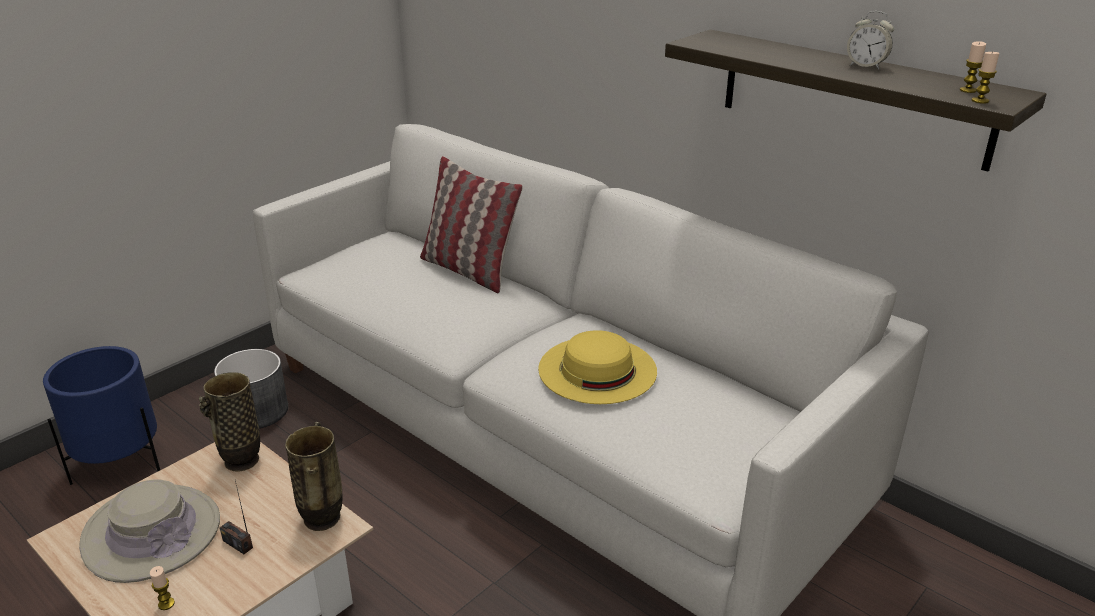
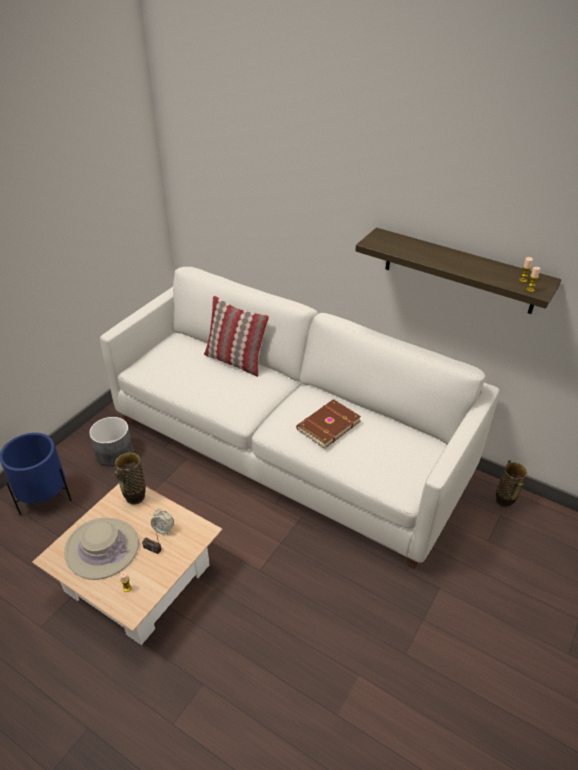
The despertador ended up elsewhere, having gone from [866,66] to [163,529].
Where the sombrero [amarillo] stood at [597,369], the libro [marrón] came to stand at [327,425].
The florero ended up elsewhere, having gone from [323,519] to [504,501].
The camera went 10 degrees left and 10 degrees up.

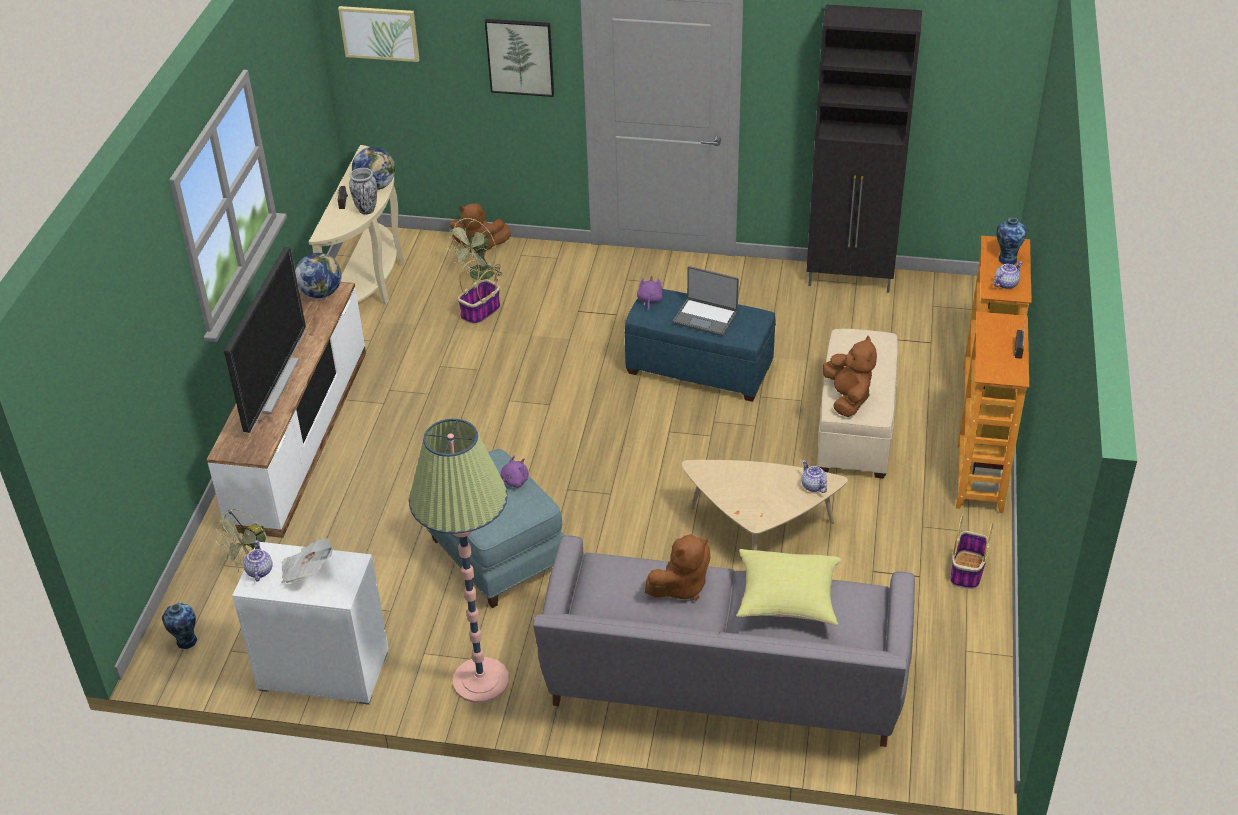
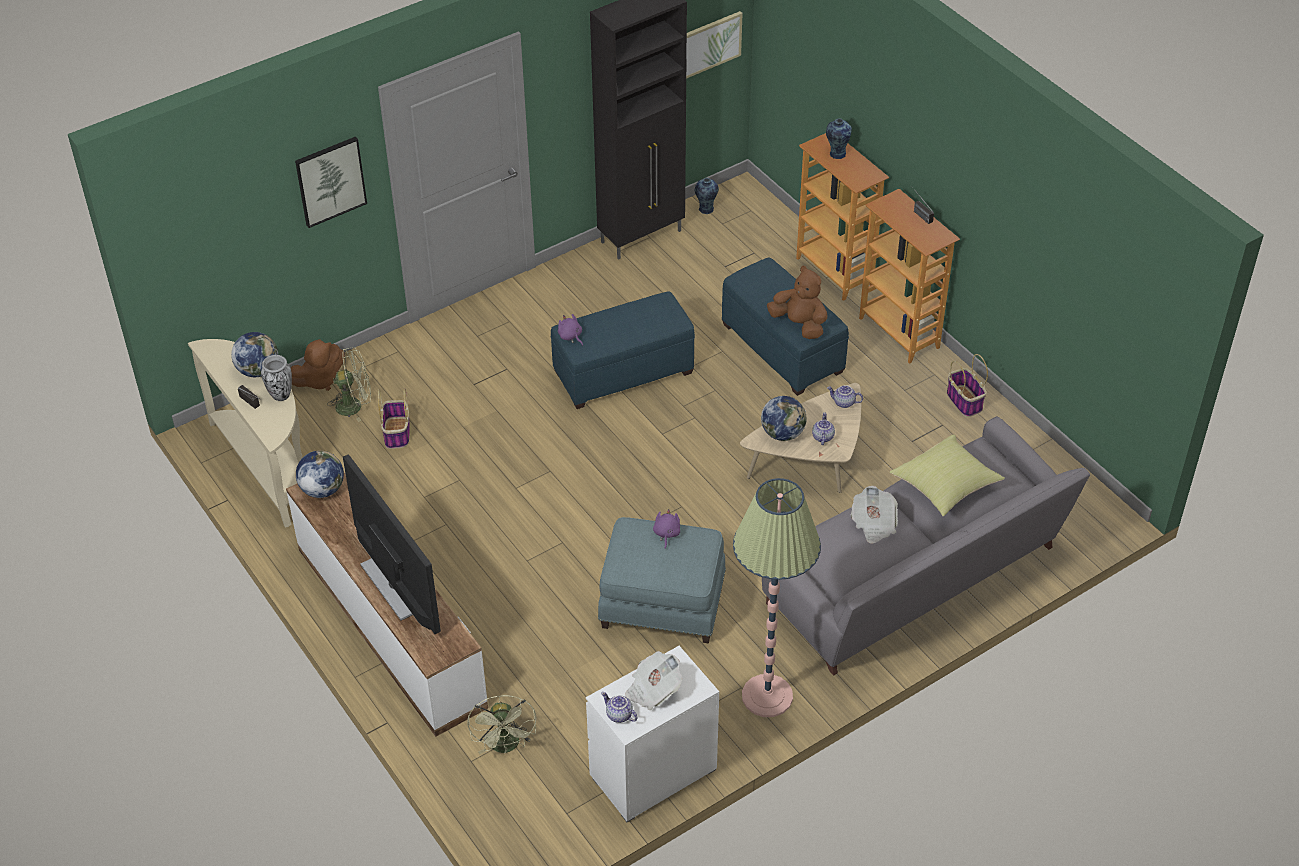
The ventilador [verde] at [479,276] ended up facing another way, 90 degrees counterclockwise from before.
The cuadro ended up elsewhere, having gone from [379,33] to [710,44].
The florero ended up elsewhere, having gone from [185,641] to [706,209].
What was the puf [beis] at [856,429] turned into the puf [azul] at [783,348].
The second view gained the globo terráqueo at [783,433].
The tetera ended up elsewhere, having gone from [1005,283] to [822,437].
Where the peluche [marrón] stood at [681,586], the periódico came to stand at [873,524].
The second view lost the portátil at [705,317].
The camera went 45 degrees left and 5 degrees up.

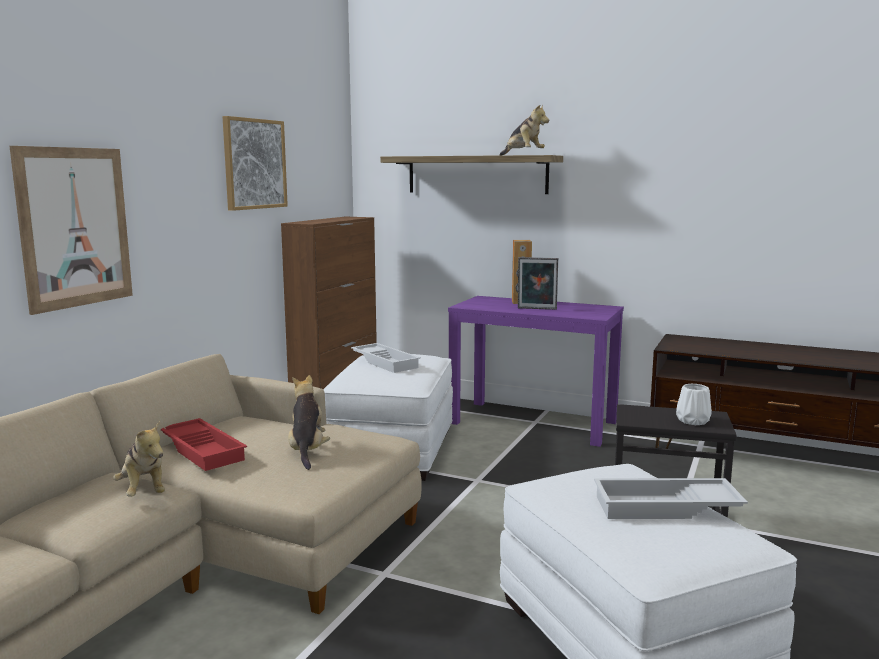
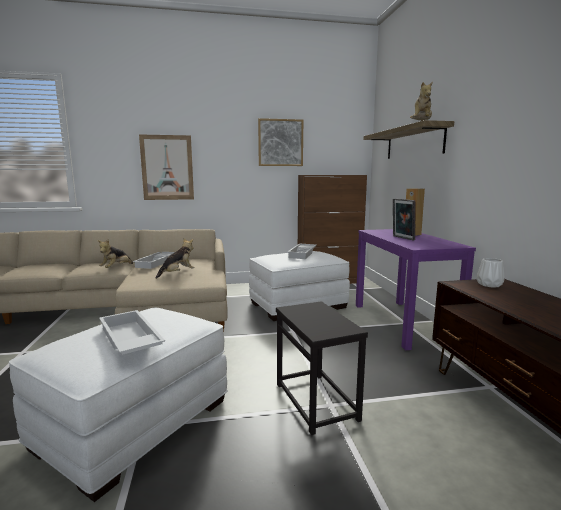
What was the bandeja [rojo] at [204,450] turned into the bandeja [blanco] at [156,263].
The florero [blanco] ended up elsewhere, having gone from [692,420] to [489,284].
The camera went 55 degrees right and 0 degrees up.

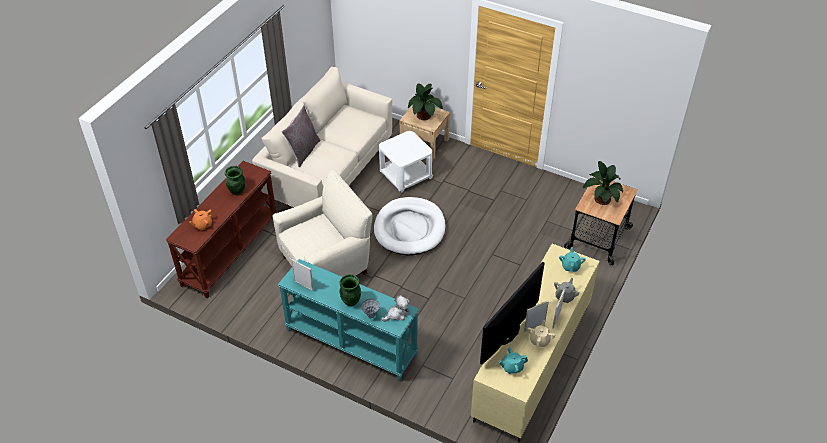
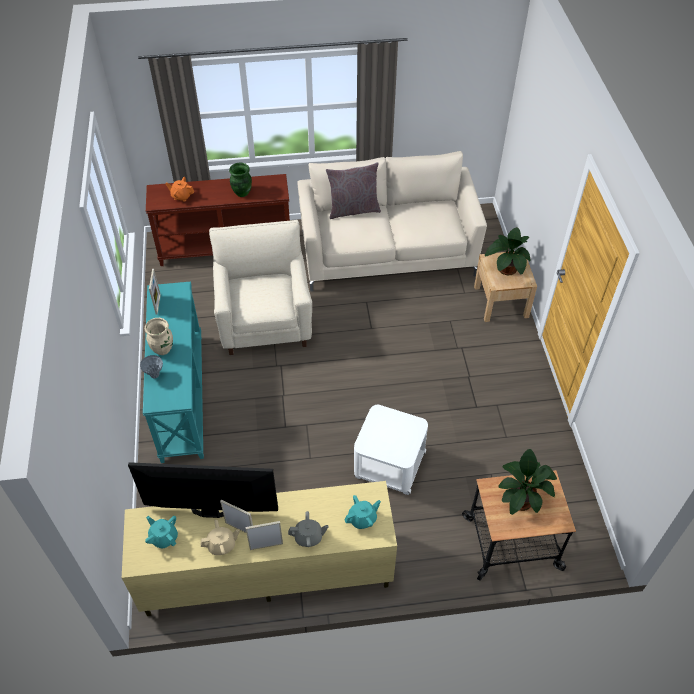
What was the florero [verde] at [351,301] turned into the florero [beis] at [163,349].
The sillón [beis] at [327,264] ended up facing another way, 120 degrees counterclockwise from before.
The mesa auxiliar [blanco] ended up elsewhere, having gone from [405,175] to [389,464].
The second view lost the cama para perro [blanco] at [409,229].
The second view lost the peluche at [397,314].
The camera went 55 degrees right and 5 degrees up.

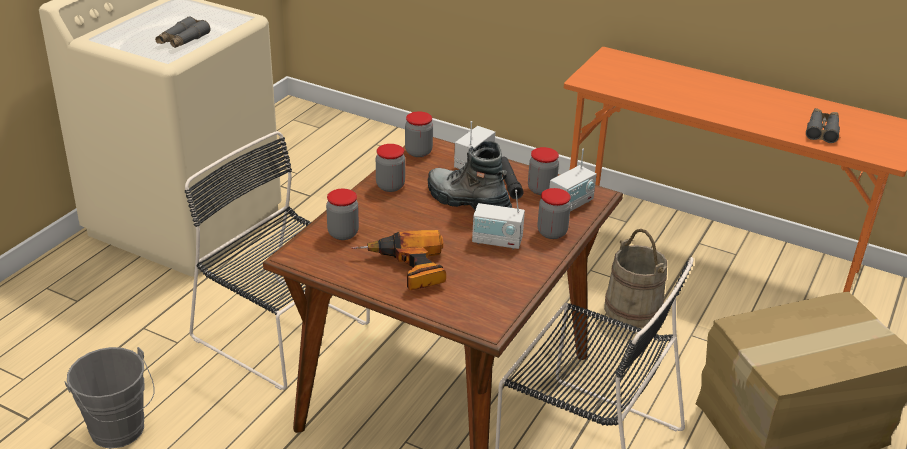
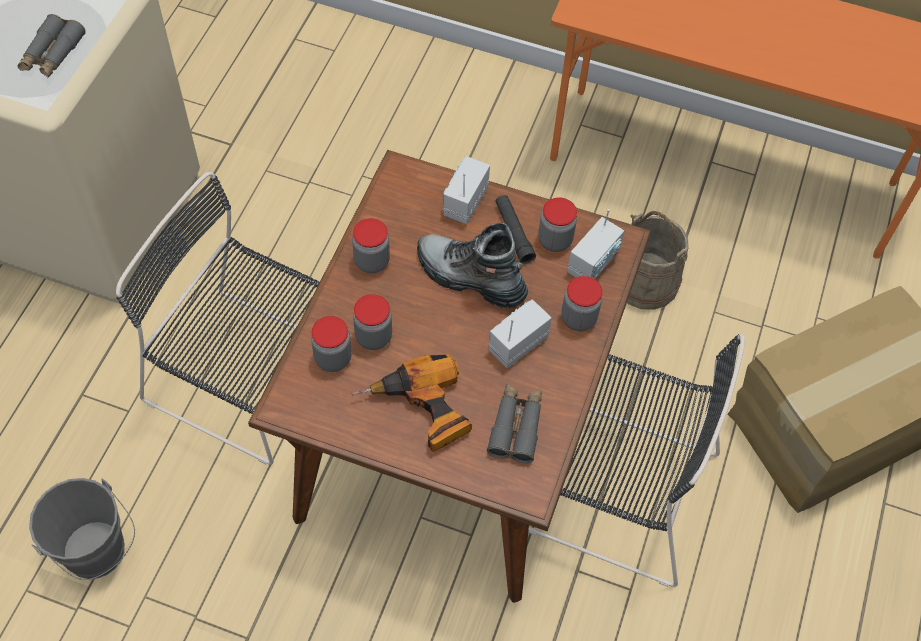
The tarro ended up elsewhere, having gone from [418,152] to [373,337].
The prismáticos [gris] ended up elsewhere, having gone from [822,130] to [516,427].
The radio at [497,241] ended up facing another way, 135 degrees clockwise from before.
The camera went 10 degrees left and 25 degrees up.

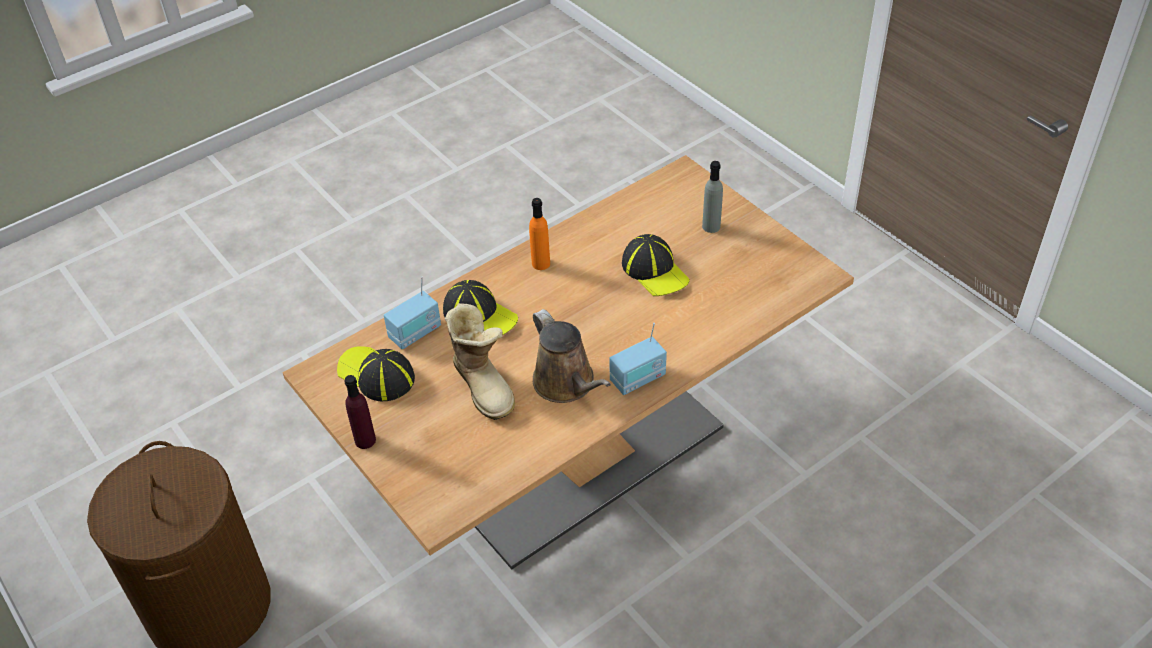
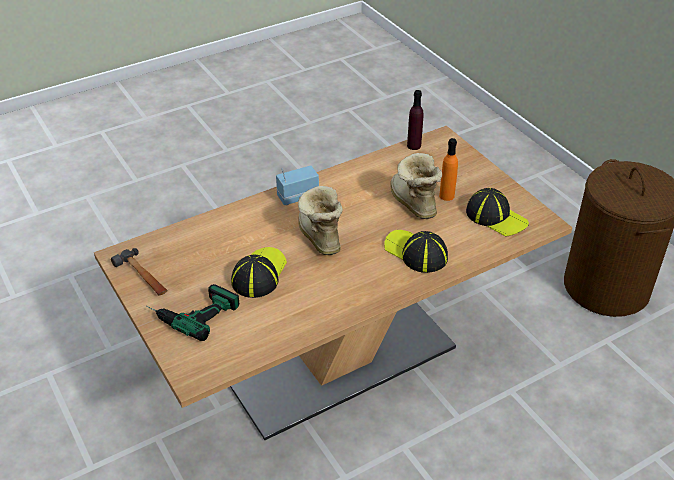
The second view gained the martillo at [142,277].
Where the botella [gris] stood at [711,226], the taladro came to stand at [191,311].
The gorra at [655,271] ended up facing another way, 45 degrees clockwise from before.
The second view gained the bota at [318,237].
The botella [morado] ended up elsewhere, having gone from [365,440] to [414,146].
The botella [naranja] ended up elsewhere, having gone from [541,263] to [446,196].
The second view lost the radio at [415,333].
The second view lost the regadera [marrón] at [567,384].
The camera went 175 degrees left and 5 degrees down.

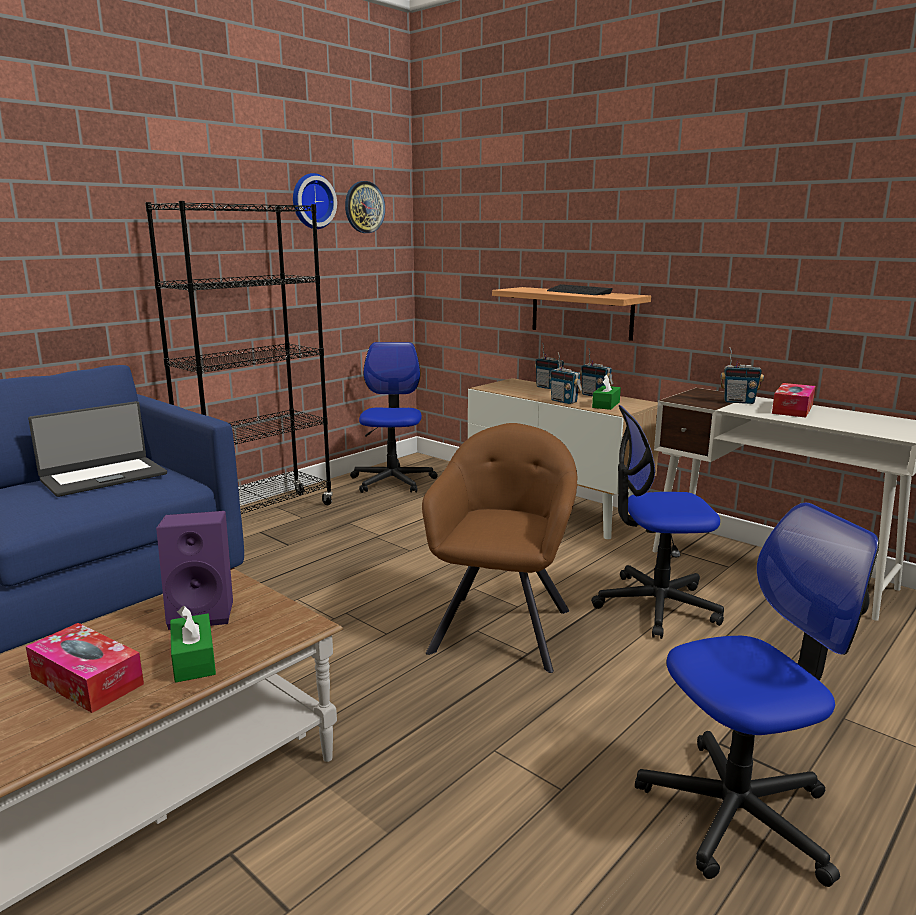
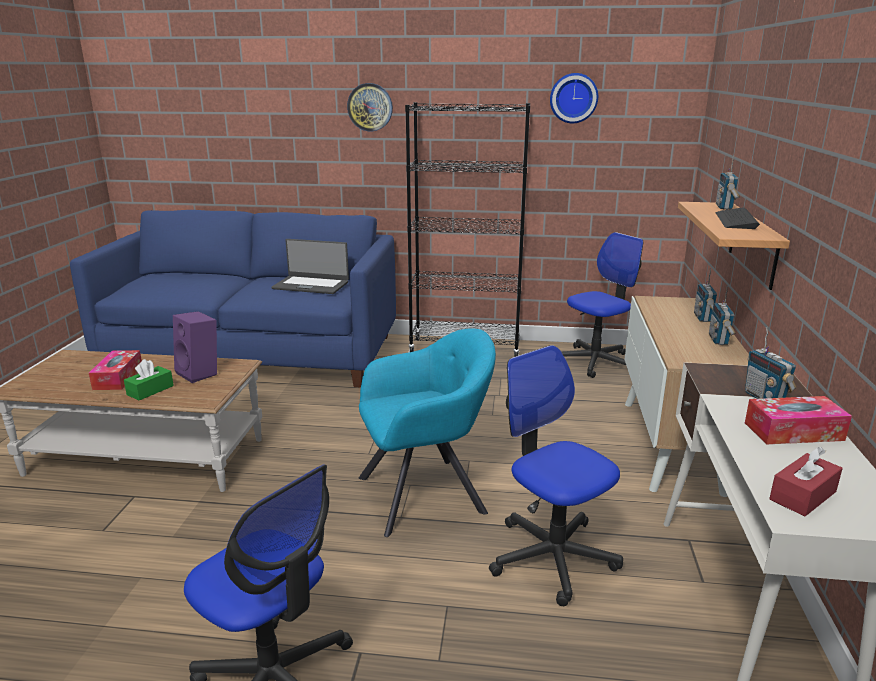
The reloj de pared ended up elsewhere, having gone from [364,207] to [370,107].
What was the sillón [marrón] at [502,627] turned into the sillón [turquesa] at [426,493].
The radio ended up elsewhere, having gone from [564,401] to [724,207].
The second view gained the caja de pañuelos [rojo] at [802,495].
The second view lost the caja de pañuelos [verde] at [606,405].
The camera went 55 degrees right and 5 degrees up.

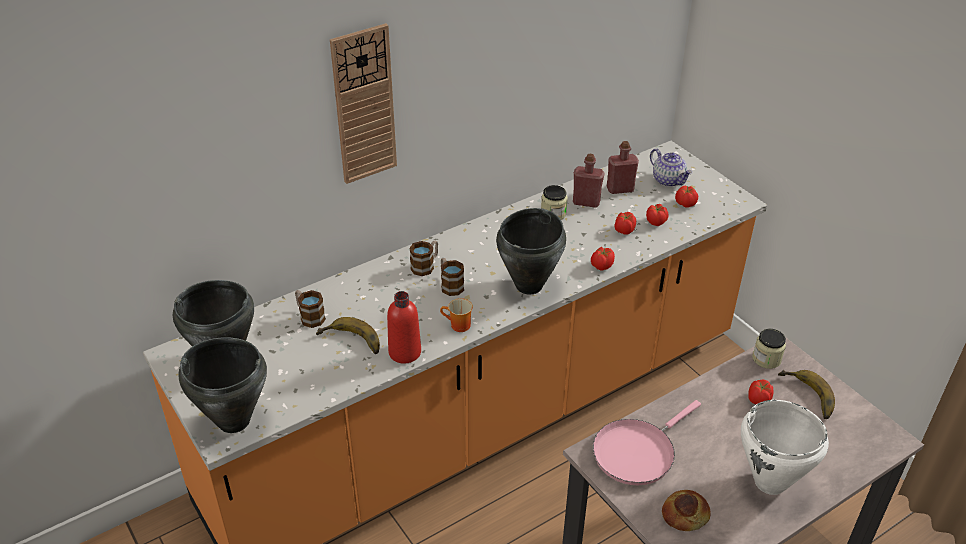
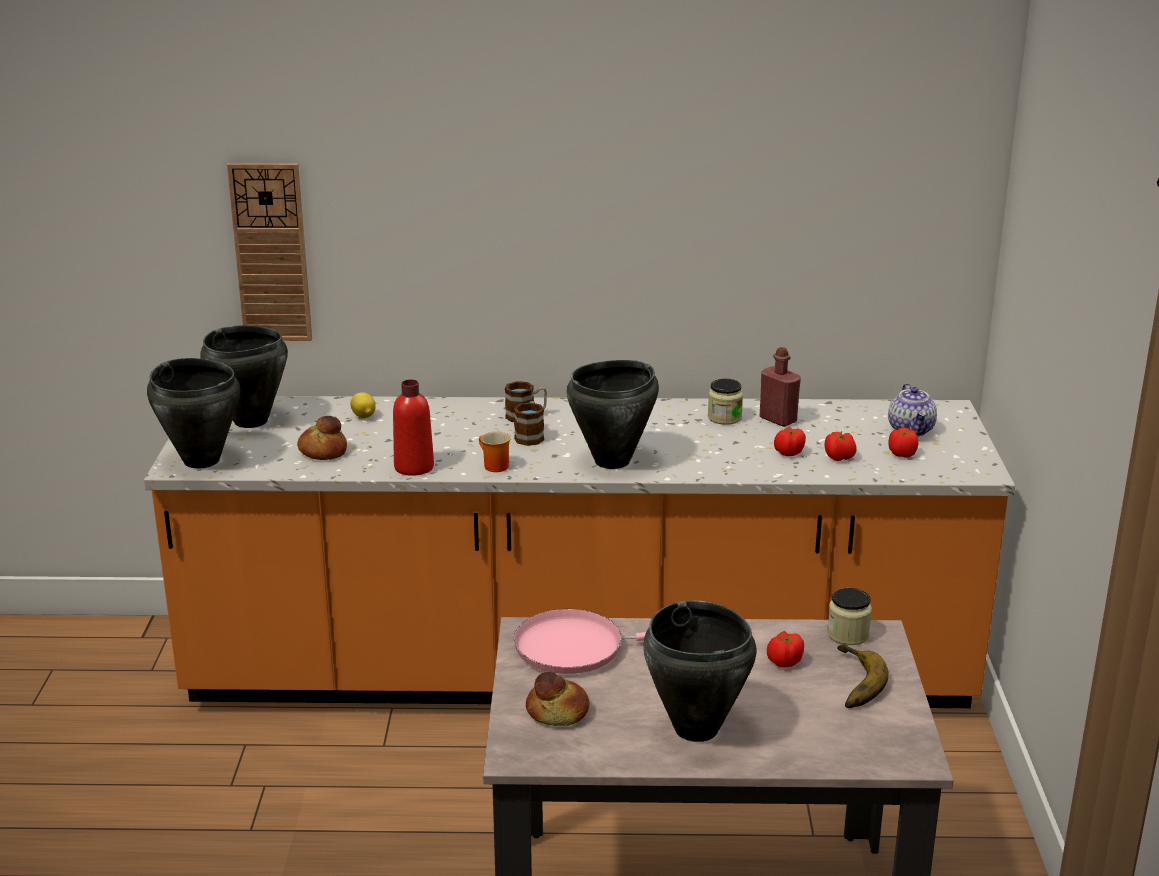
The reloj de pared ended up elsewhere, having gone from [364,105] to [271,253].
The second view gained the pan at [323,451].
Where the taza grande stood at [309,316], the limón came to stand at [363,416].
What was the olla [blanco] at [770,483] turned into the olla [negro] at [695,729].
The second view lost the plátano at [350,343].
The second view lost the tomate at [601,266].
The second view lost the botella [rojo] at [620,189].
The camera went 35 degrees right and 15 degrees down.

